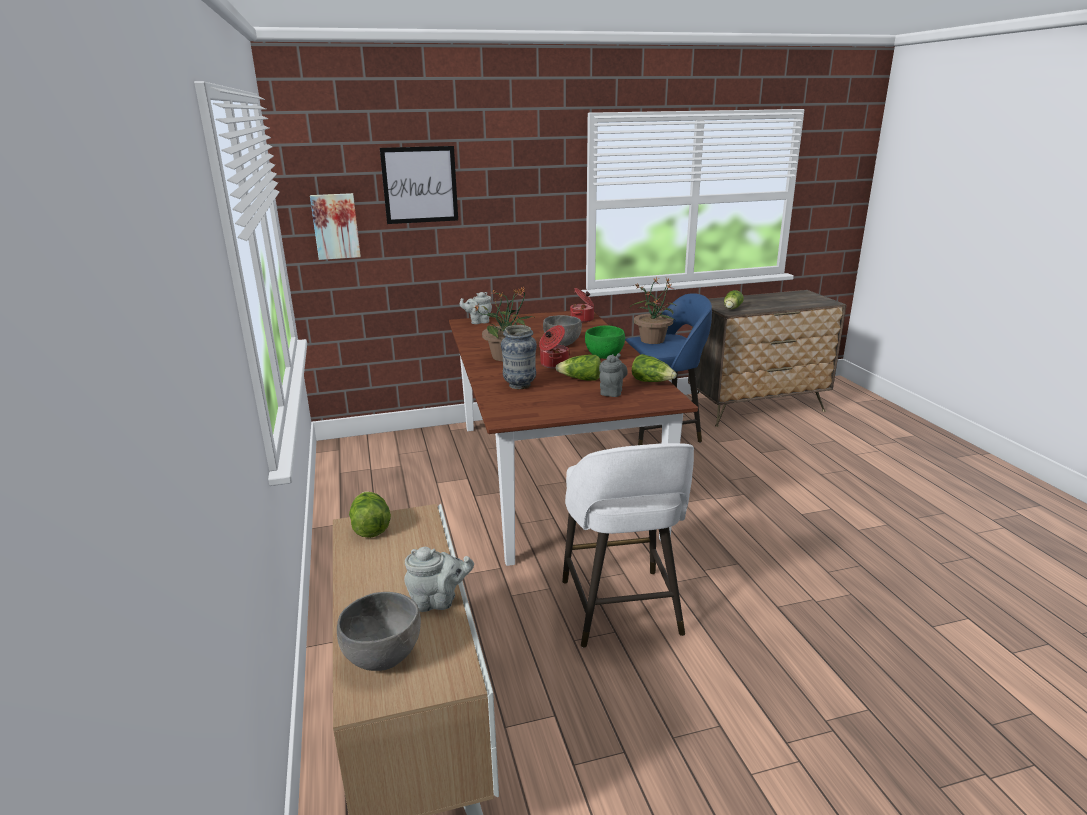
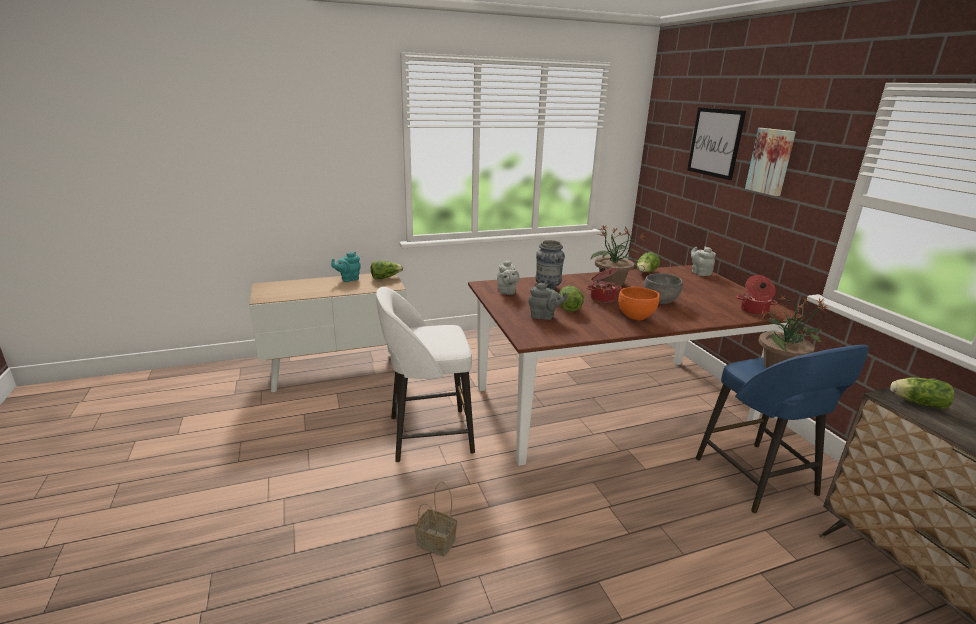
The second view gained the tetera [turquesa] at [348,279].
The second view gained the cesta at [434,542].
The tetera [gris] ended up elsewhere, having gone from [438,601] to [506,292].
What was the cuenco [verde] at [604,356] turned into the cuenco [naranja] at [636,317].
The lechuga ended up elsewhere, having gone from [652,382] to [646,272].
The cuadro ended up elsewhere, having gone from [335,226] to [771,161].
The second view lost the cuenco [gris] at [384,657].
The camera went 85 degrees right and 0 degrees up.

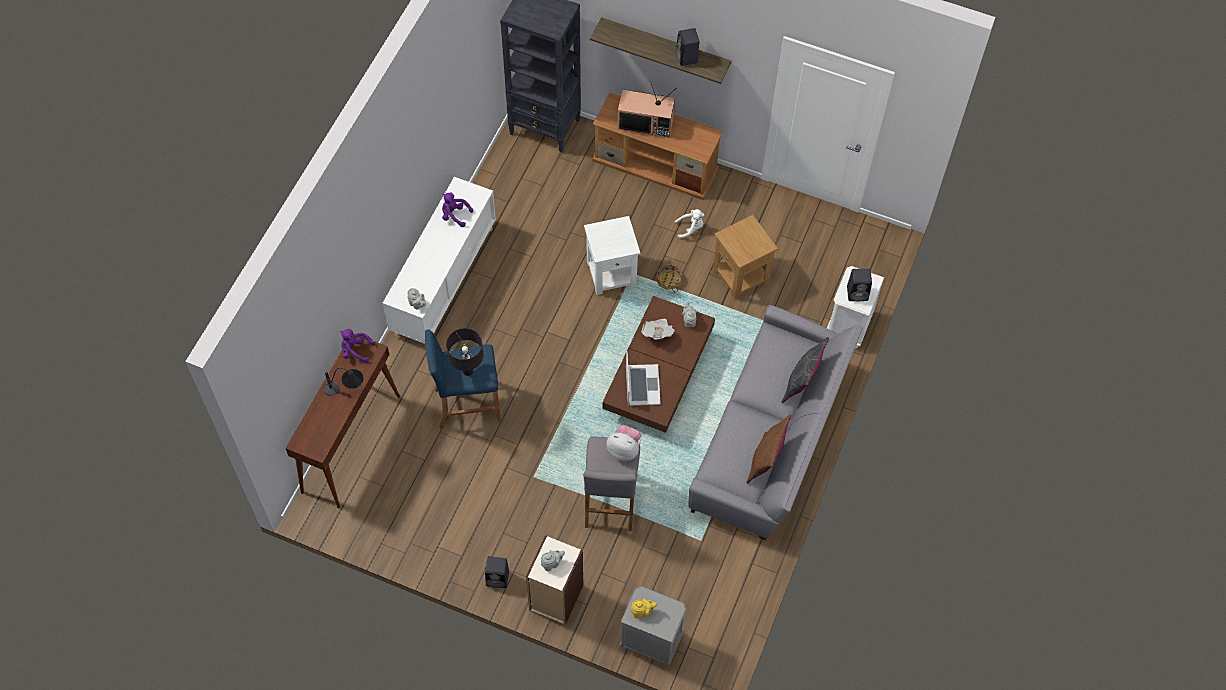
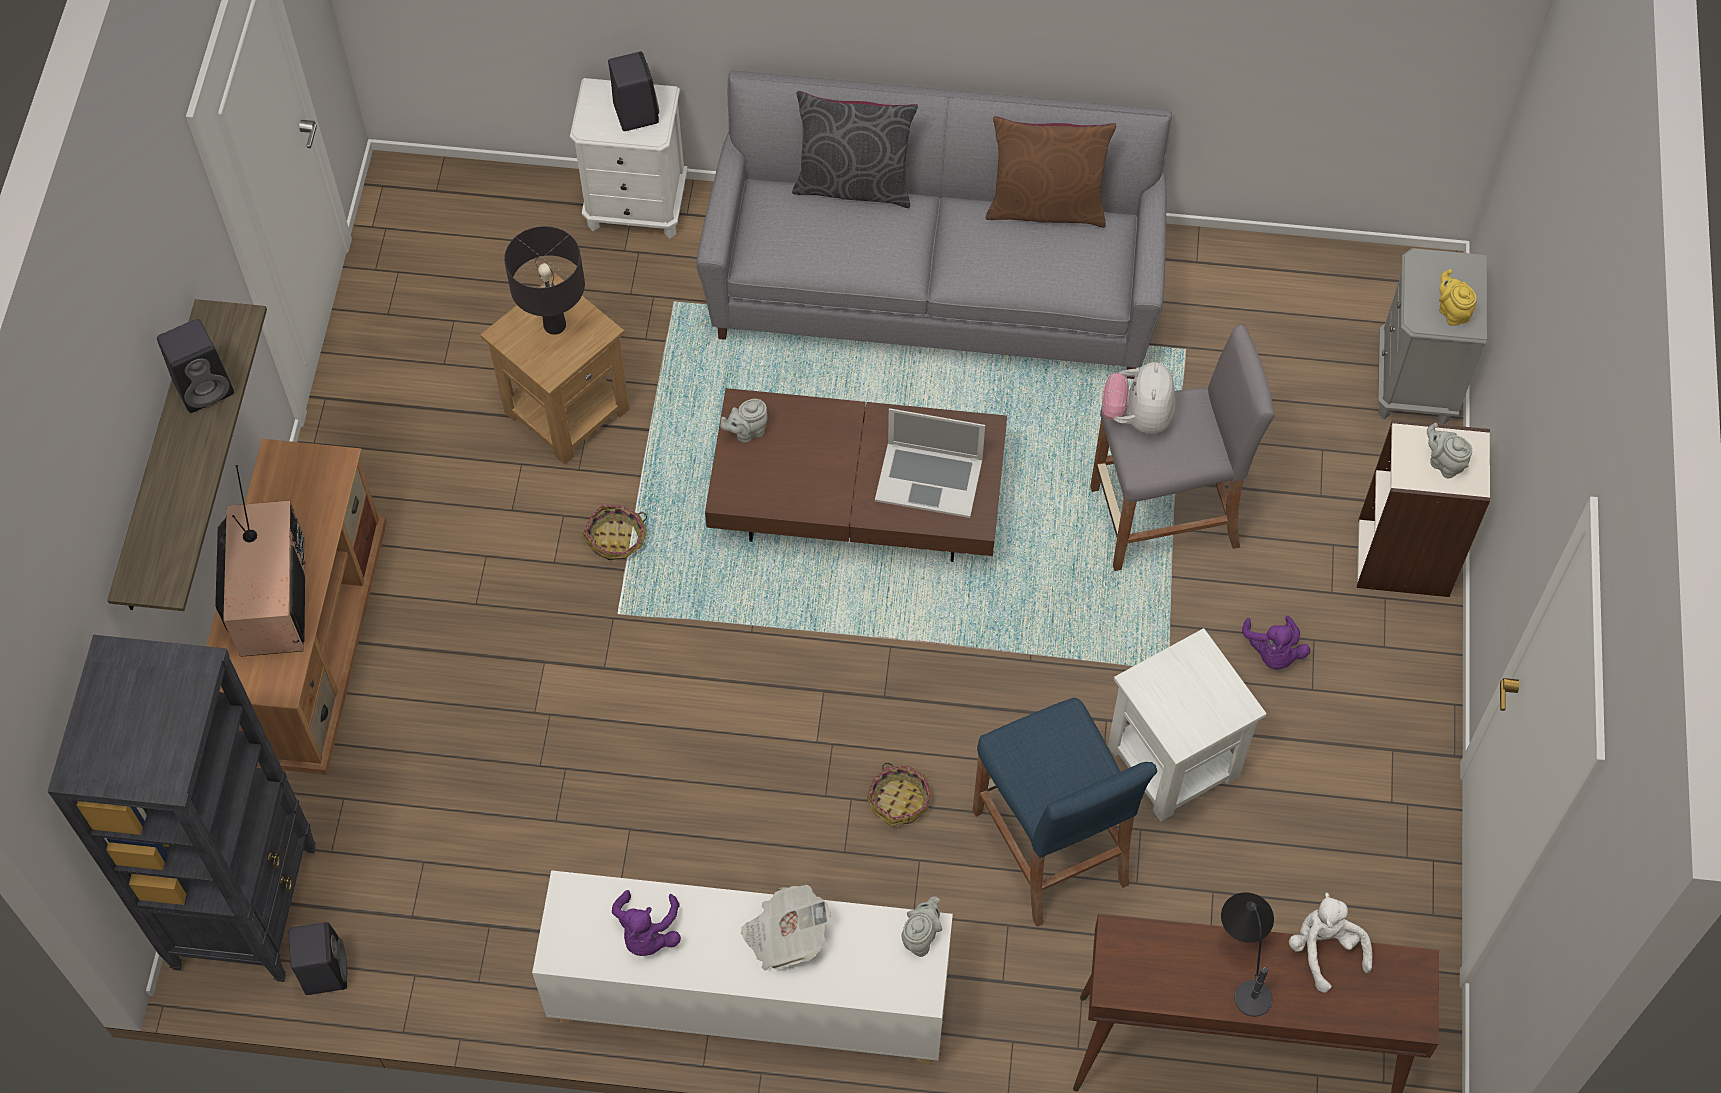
The altavoz [negro] ended up elsewhere, having gone from [498,578] to [324,969].
The lámpara de mesa [negro] ended up elsewhere, having gone from [467,371] to [555,326].
The periódico ended up elsewhere, having gone from [658,333] to [785,935].
The second view gained the cesta at [899,800].
The portátil at [642,385] ended up facing another way, 150 degrees counterclockwise from before.
The mesa auxiliar [blanco] ended up elsewhere, having gone from [612,273] to [1172,760].
The peluche [morado] ended up elsewhere, having gone from [355,351] to [1273,652].
The peluche [blanco] ended up elsewhere, having gone from [690,228] to [1324,949].
The camera went 105 degrees left and 0 degrees up.

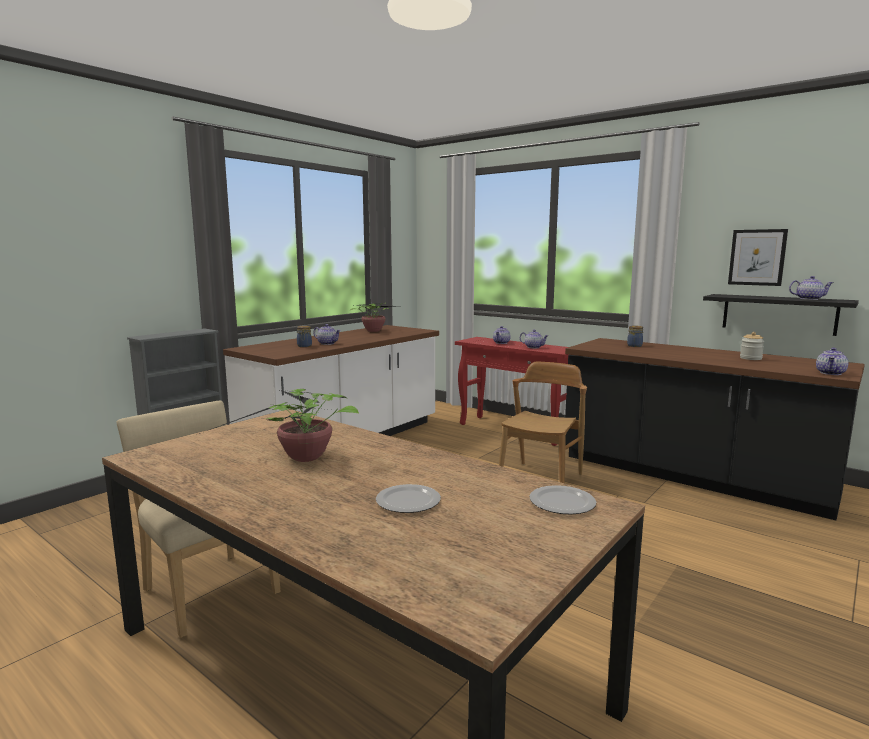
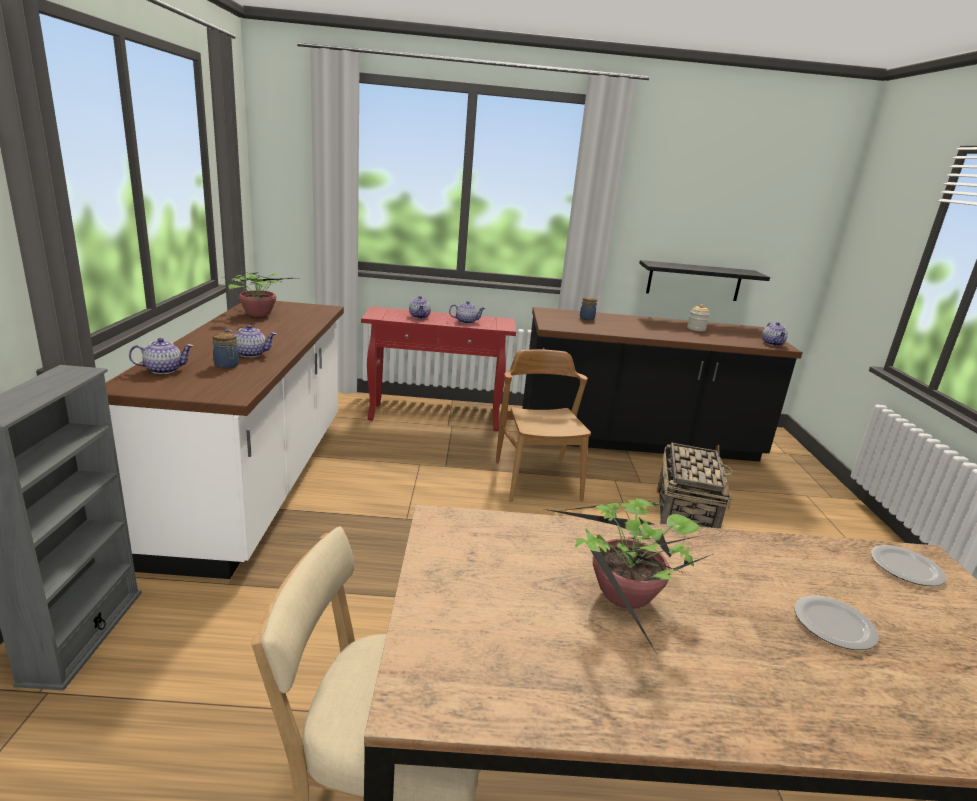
The tetera ended up elsewhere, having gone from [809,299] to [164,370].
The second view gained the cesta at [684,515].
The second view lost the cuadro at [757,257].
The camera went 40 degrees left and 10 degrees up.

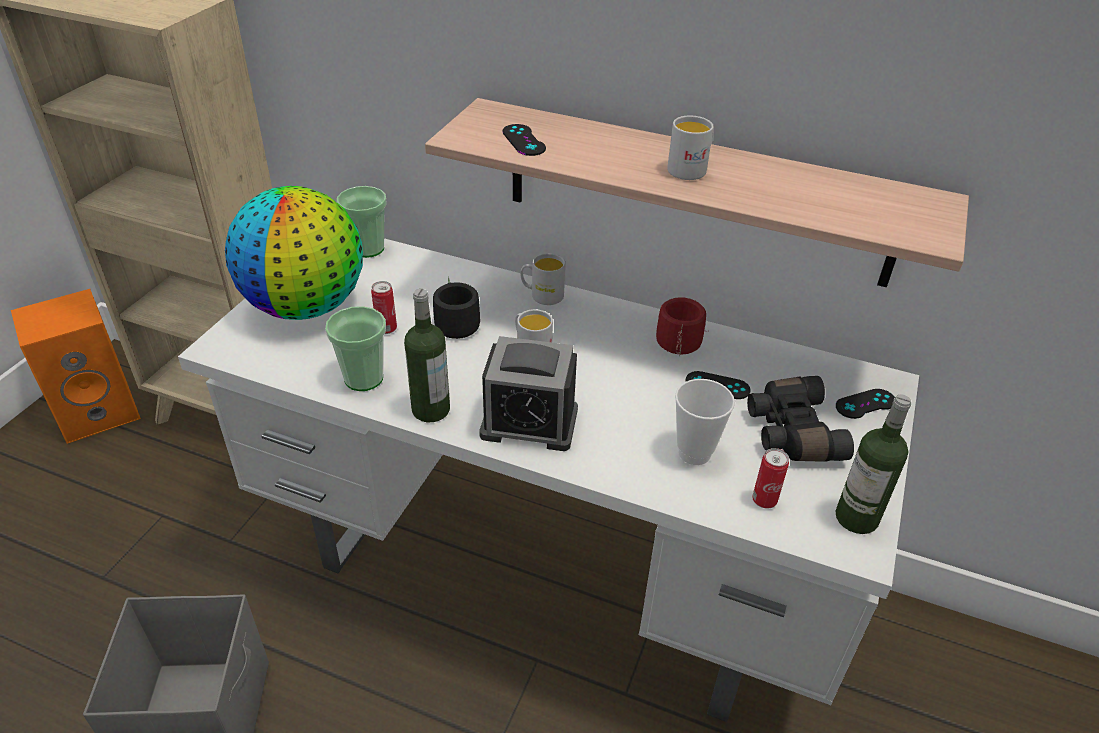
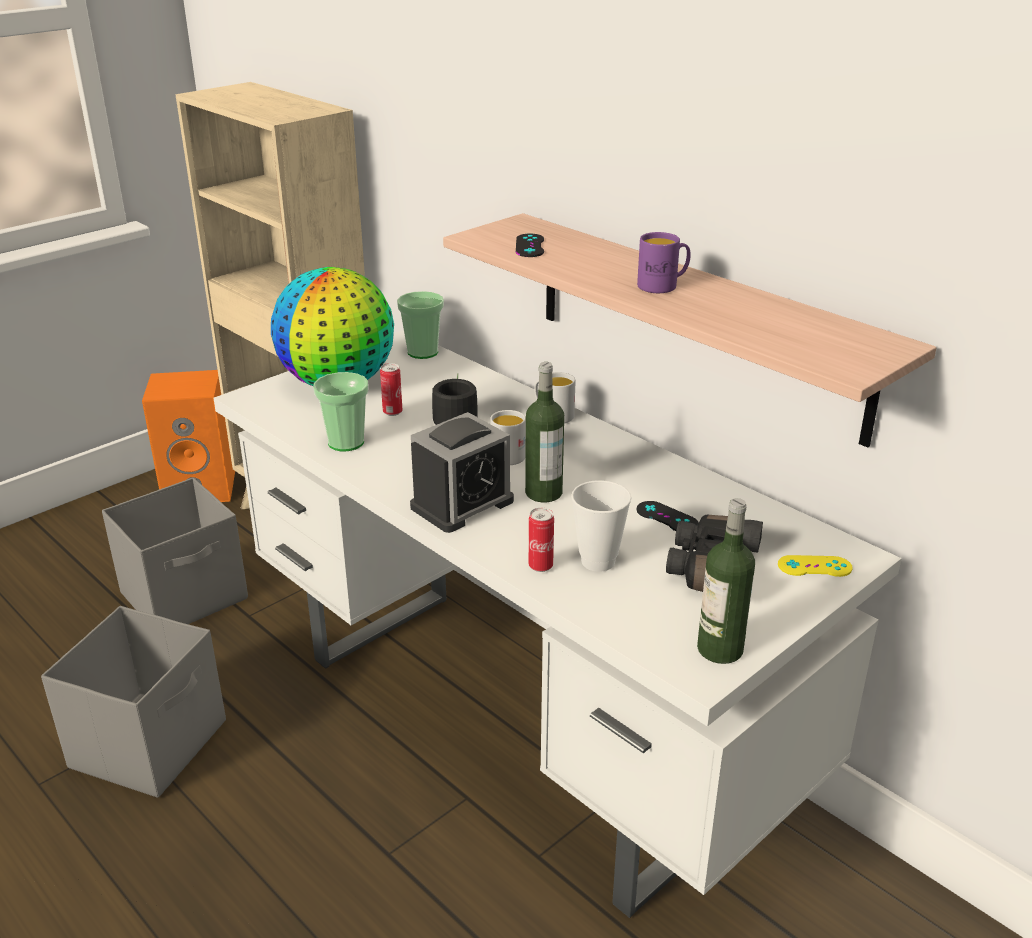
The second view gained the caja de almacenaje [gris] at [186,596].
The despertador at [529,423] ended up facing another way, 75 degrees counterclockwise from before.
The botella ended up elsewhere, having gone from [431,410] to [543,493].
The lata ended up elsewhere, having gone from [764,500] to [540,566].
What was the taza grande [blanco] at [691,168] turned into the taza grande [morado] at [663,285].
What was the mando de consola [negro] at [865,404] turned into the mando de consola [amarillo] at [814,566].
The second view lost the taza grande [rojo] at [680,346].
The camera went 25 degrees right and 10 degrees down.

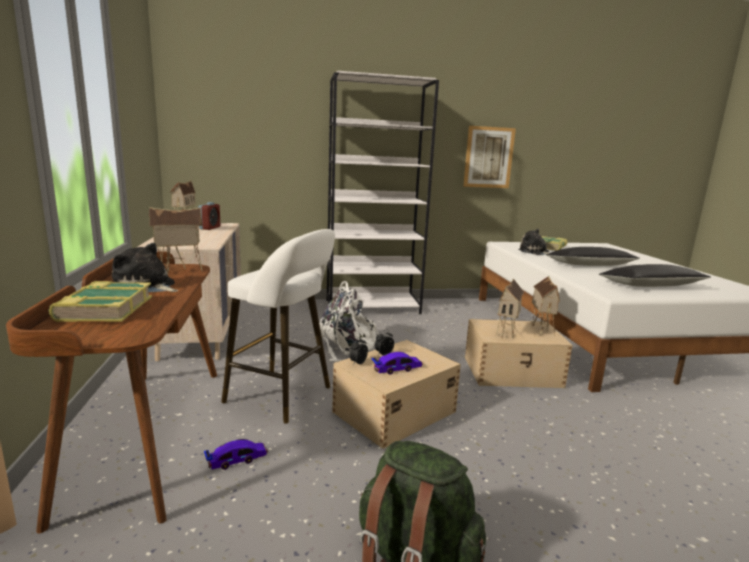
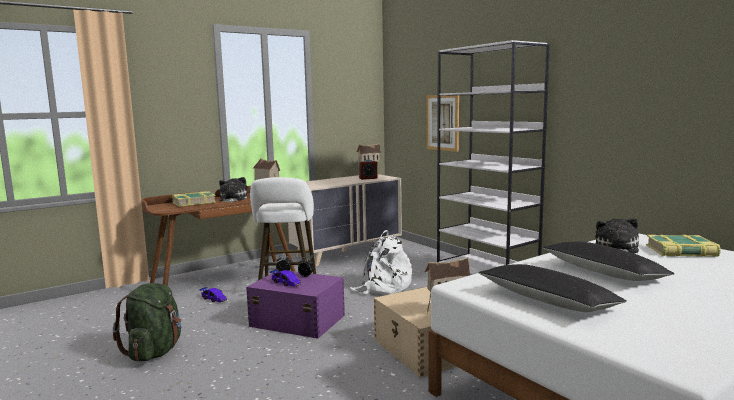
What was the caja de almacenaje [beis] at [393,412] turned into the caja de almacenaje [morado] at [297,320].
The cuadro ended up elsewhere, having gone from [488,157] to [442,122].
The second view lost the casita at [507,333].
The camera went 65 degrees right and 5 degrees down.

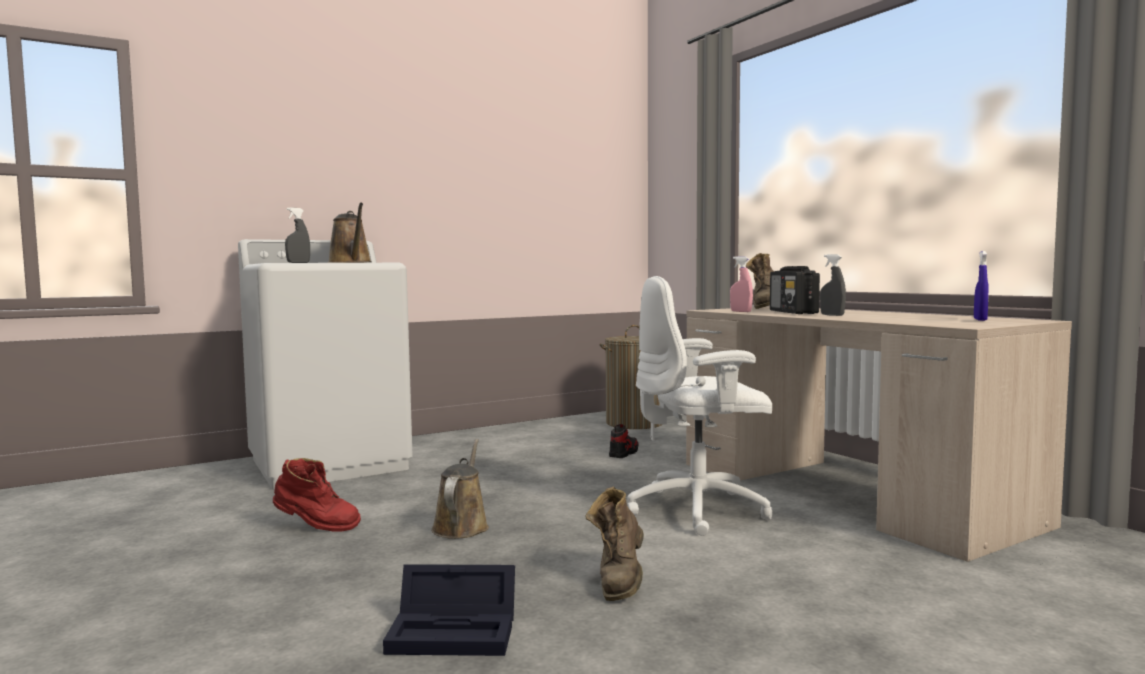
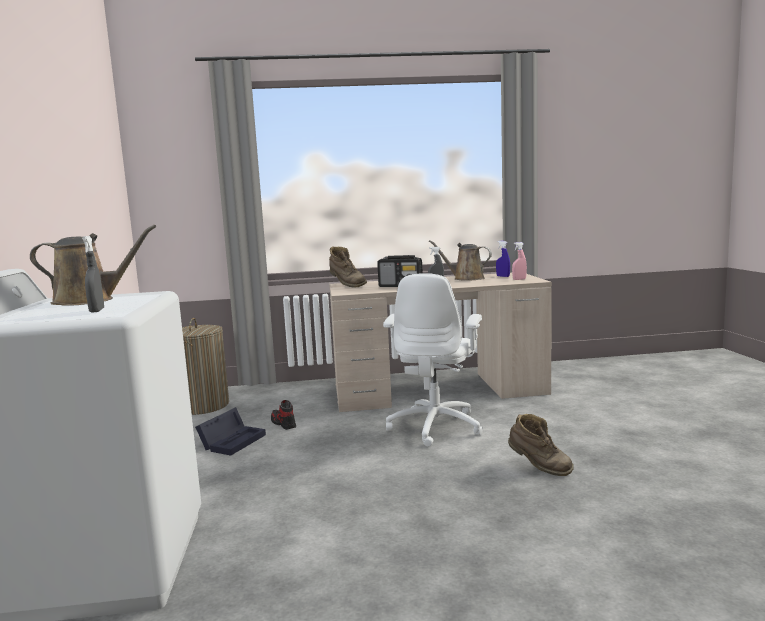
The caja de almacenaje [negro] ended up elsewhere, having gone from [457,631] to [233,441].
The regadera [marrón] ended up elsewhere, having gone from [461,526] to [465,278].
The pulverizador [rosa] ended up elsewhere, having gone from [741,311] to [519,279].
The second view lost the bota [rojo] at [316,528].
The camera went 65 degrees left and 5 degrees up.

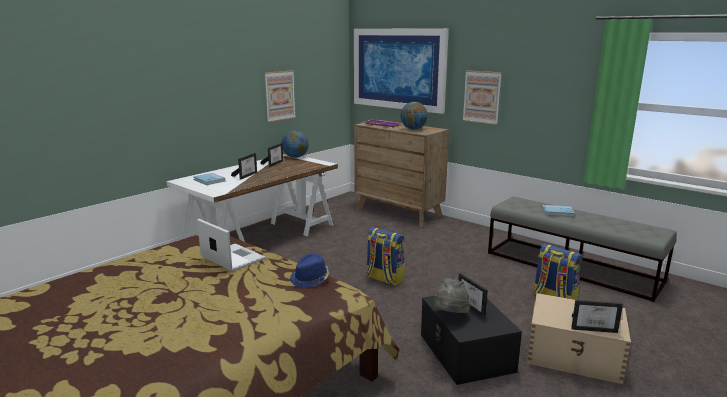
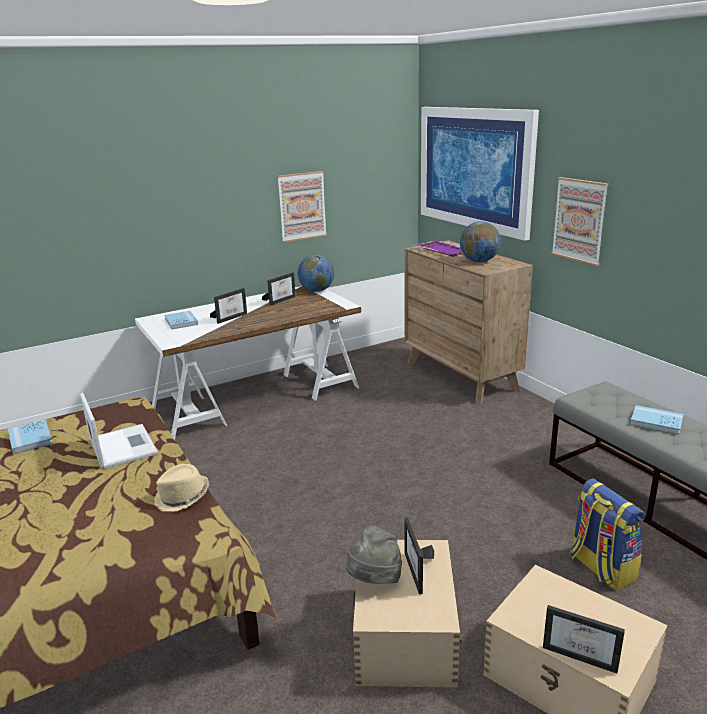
The second view gained the libro [azul] at [30,439].
What was the sombrero [azul] at [310,279] turned into the sombrero [beis] at [182,498].
What was the caja de almacenaje [negro] at [466,353] turned into the caja de almacenaje [beis] at [404,634].
The second view lost the mochila at [384,279].
The camera went 20 degrees right and 5 degrees up.

